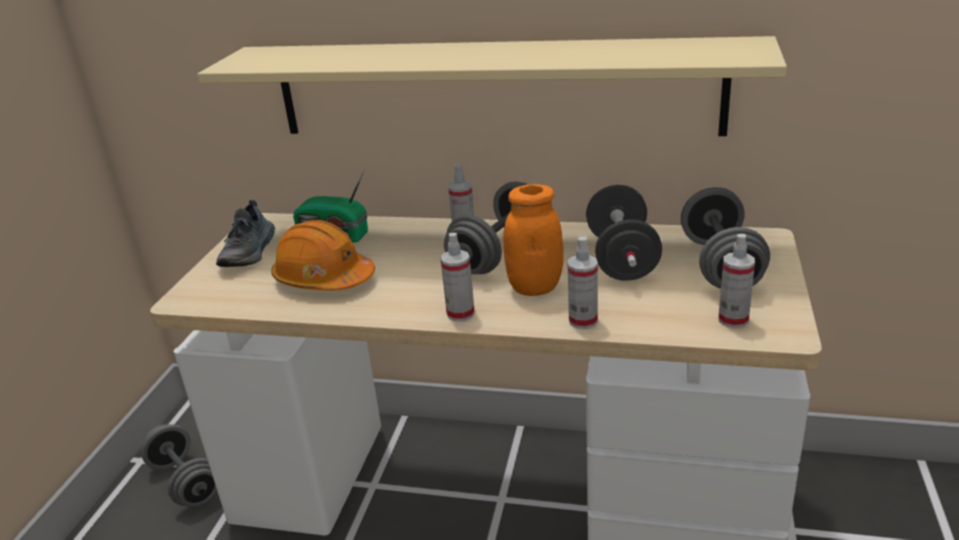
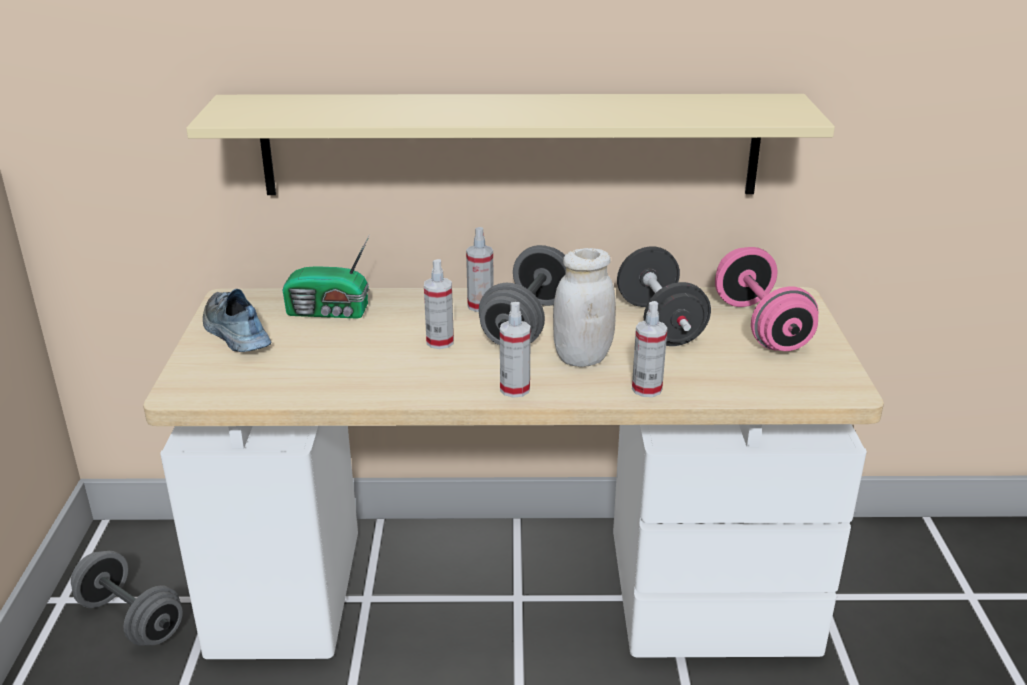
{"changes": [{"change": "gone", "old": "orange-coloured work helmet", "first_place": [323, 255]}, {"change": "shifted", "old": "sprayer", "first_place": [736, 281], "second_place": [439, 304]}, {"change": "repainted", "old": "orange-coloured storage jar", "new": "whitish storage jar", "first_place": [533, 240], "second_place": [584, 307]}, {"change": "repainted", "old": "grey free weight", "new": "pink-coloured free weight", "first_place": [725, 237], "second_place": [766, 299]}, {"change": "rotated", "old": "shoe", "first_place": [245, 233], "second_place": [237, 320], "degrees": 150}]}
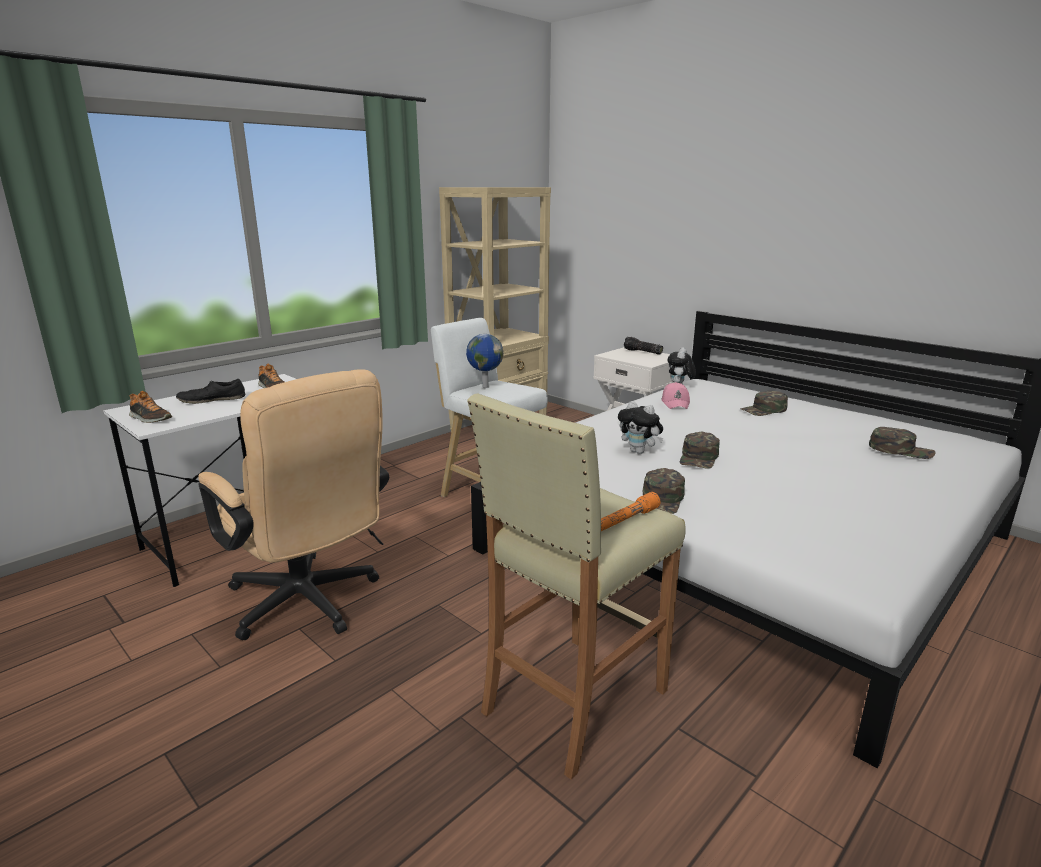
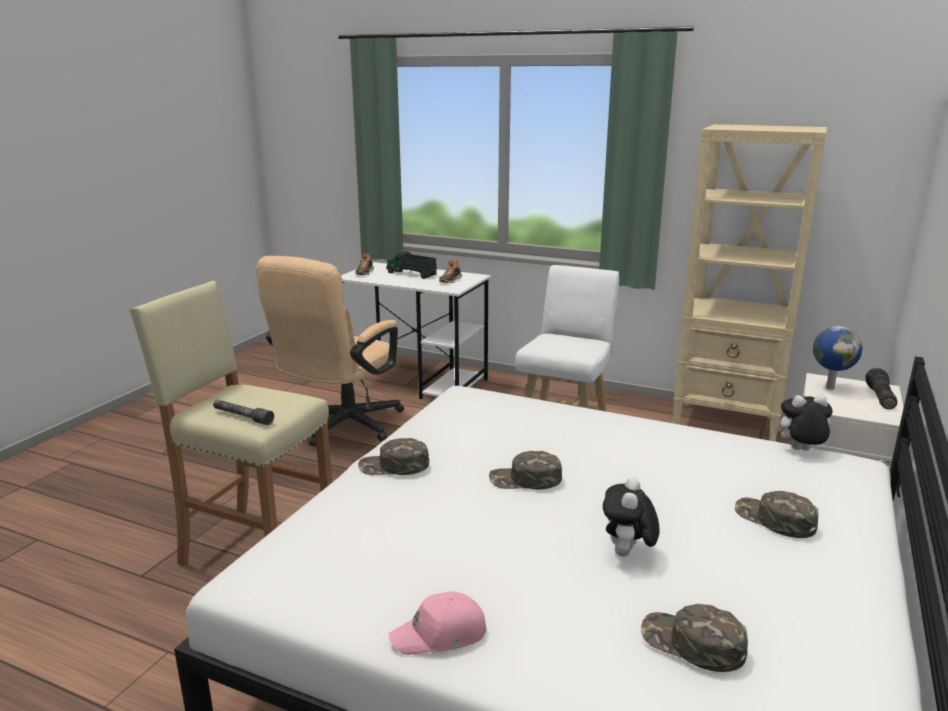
{"changes": [{"change": "shifted", "old": "world globe", "first_place": [484, 361], "second_place": [838, 358]}, {"change": "shifted", "old": "plush toy", "first_place": [640, 427], "second_place": [631, 516]}, {"change": "shifted", "old": "pink-coloured peaked cap", "first_place": [675, 395], "second_place": [437, 623]}, {"change": "swapped", "old": "blackish shoe", "new": "toy lorry", "first_place": [210, 391], "second_place": [412, 265]}, {"change": "repainted", "old": "orange-coloured hand torch", "new": "grey hand torch", "first_place": [630, 511], "second_place": [243, 412]}, {"change": "rotated", "old": "green-coloured peaked cap", "first_place": [902, 443], "second_place": [694, 638], "degrees": 120}]}
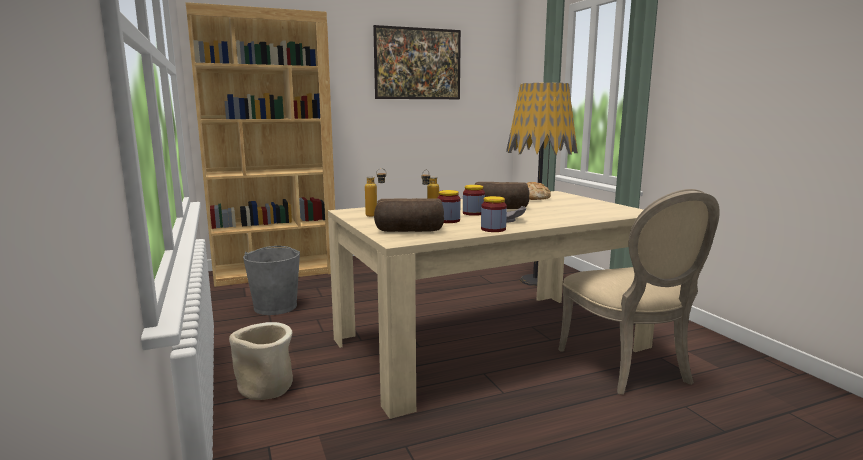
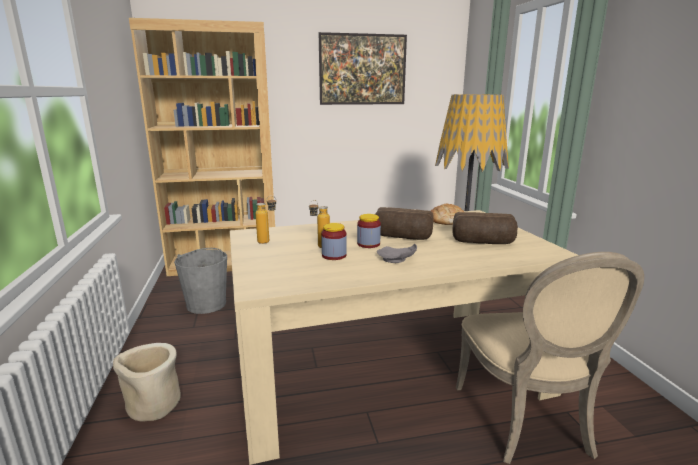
{"changes": [{"change": "gone", "old": "storage jar", "first_place": [494, 214]}, {"change": "shifted", "old": "bakery bread", "first_place": [409, 215], "second_place": [485, 228]}]}
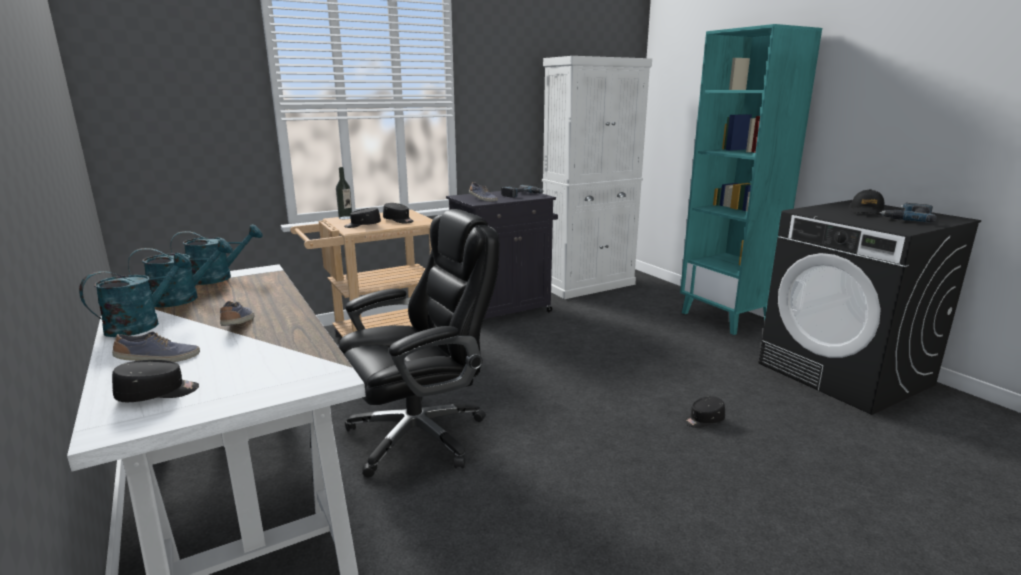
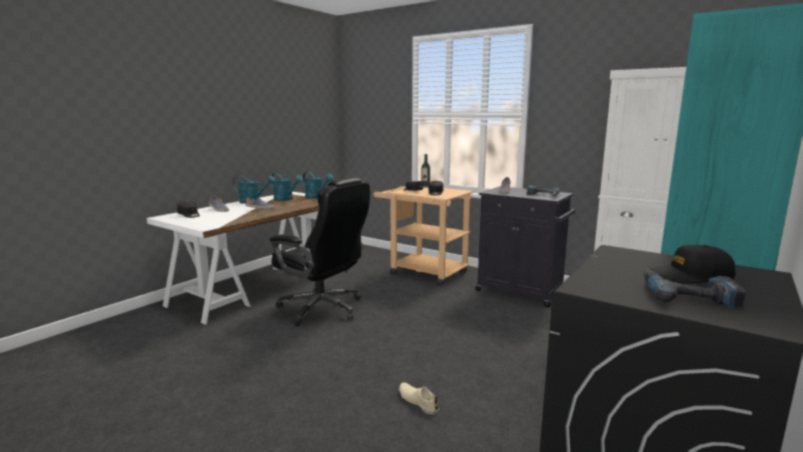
{"changes": [{"change": "swapped", "old": "blackish peaked cap", "new": "sand-coloured shoe", "first_place": [704, 412], "second_place": [419, 398]}]}
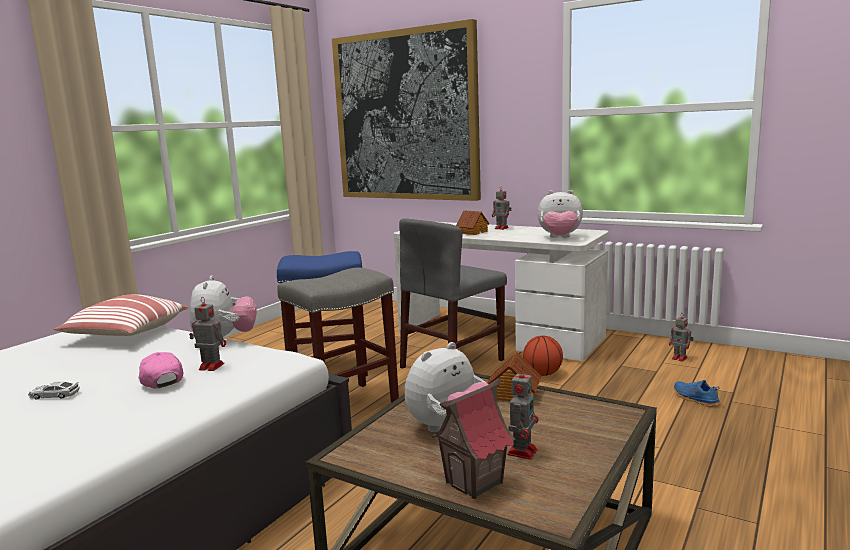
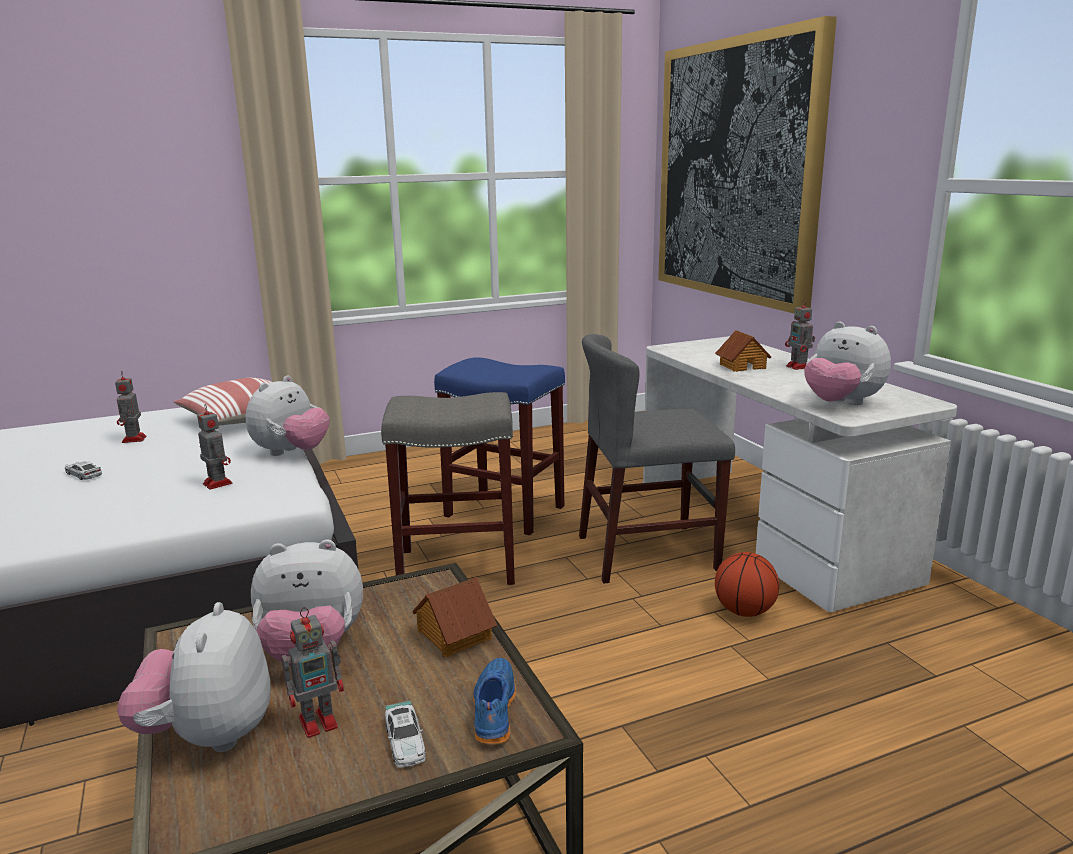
{"changes": [{"change": "gone", "old": "pink-coloured peaked cap", "first_place": [161, 370]}, {"change": "new", "new": "miniature car", "second_place": [405, 734]}, {"change": "shifted", "old": "robot figure", "first_place": [681, 338], "second_place": [131, 407]}, {"change": "shifted", "old": "blue-coloured shoe", "first_place": [697, 393], "second_place": [494, 701]}, {"change": "swapped", "old": "toy house", "new": "plush toy", "first_place": [473, 439], "second_place": [193, 677]}]}
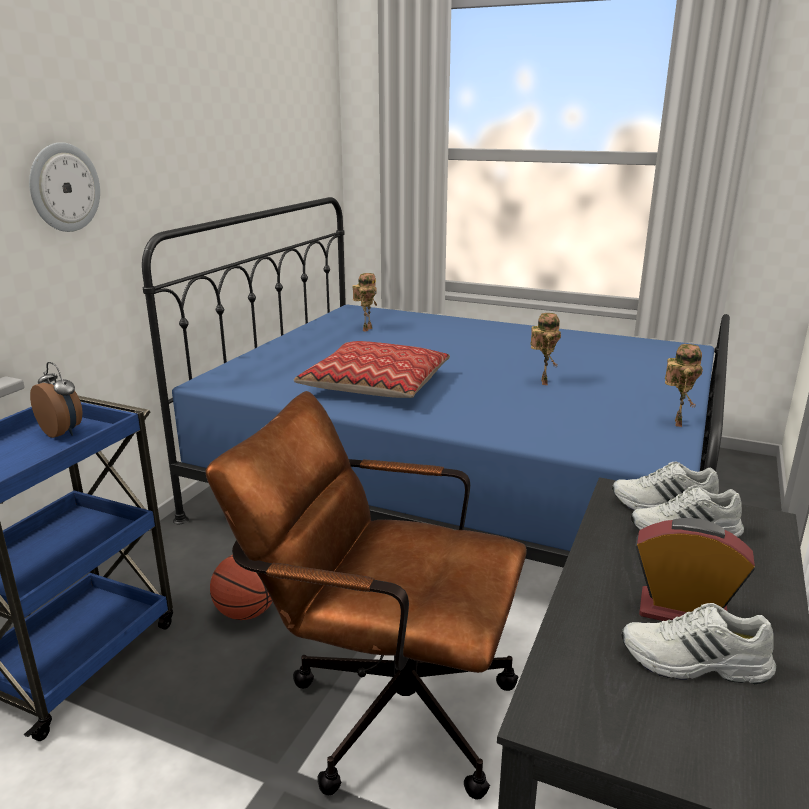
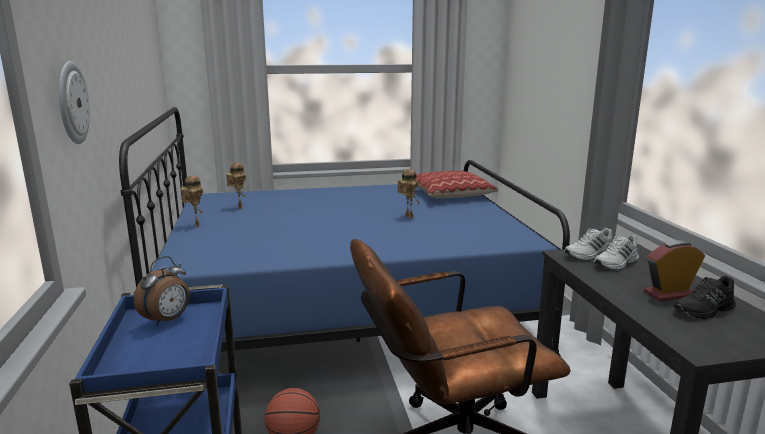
{"changes": [{"change": "shifted", "old": "pillow", "first_place": [372, 369], "second_place": [457, 184]}, {"change": "shifted", "old": "robot figure", "first_place": [684, 385], "second_place": [192, 201]}, {"change": "repainted", "old": "whitish shoe", "new": "blackish shoe", "first_place": [698, 644], "second_place": [704, 297]}, {"change": "rotated", "old": "alarm clock", "first_place": [56, 400], "second_place": [162, 291], "degrees": 120}]}
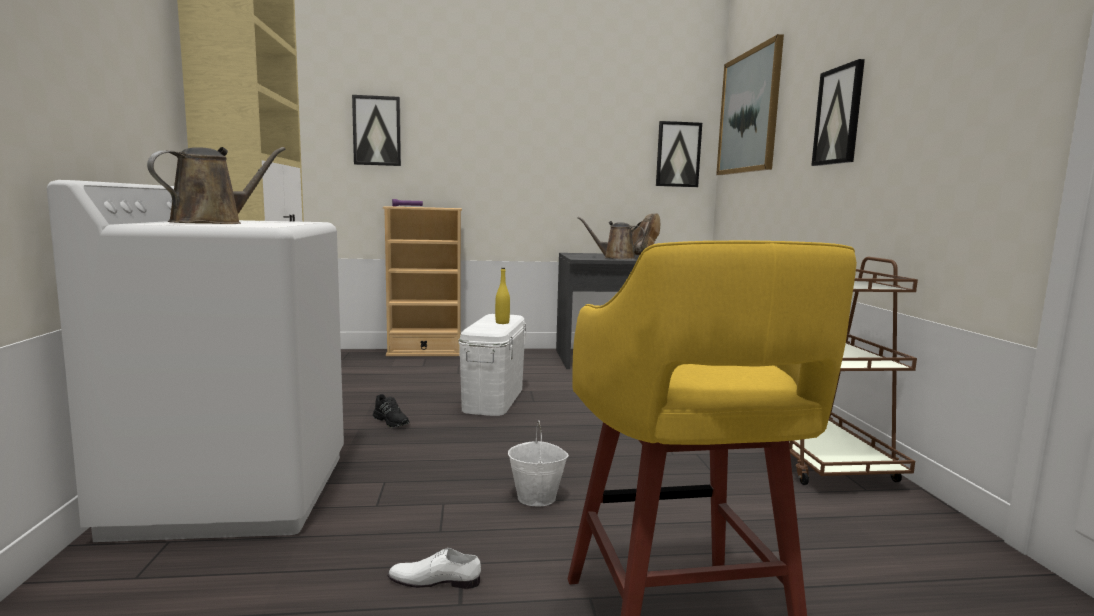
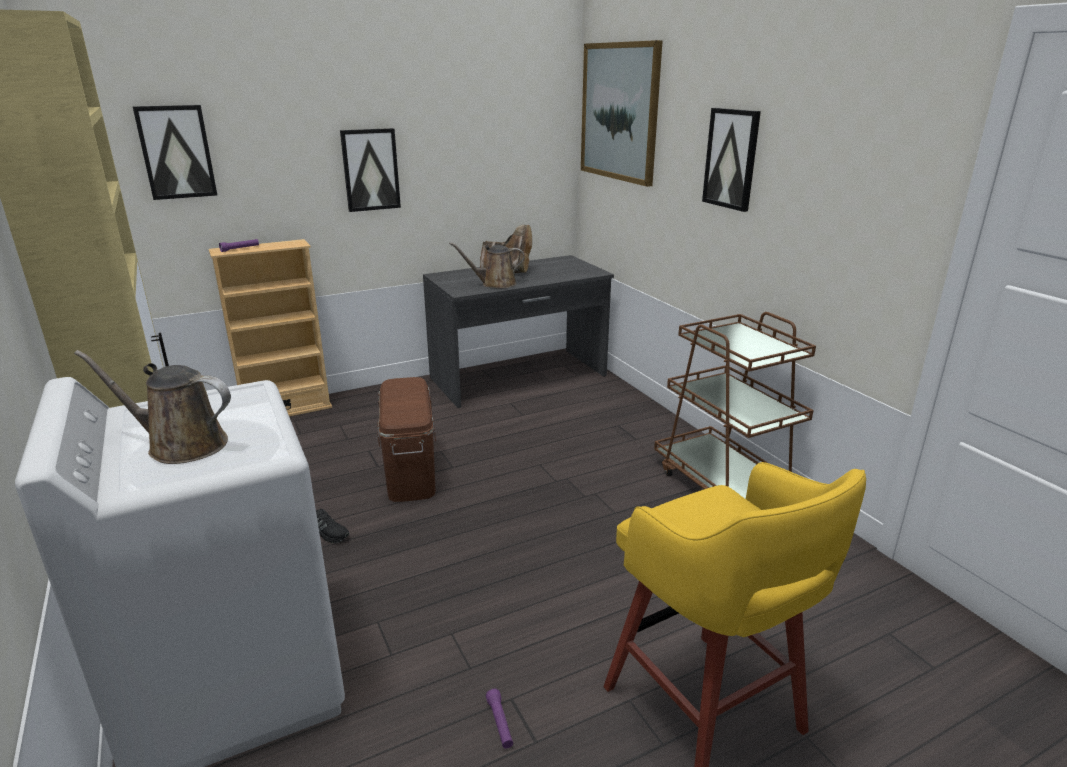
{"changes": [{"change": "gone", "old": "yellow-coloured bottle", "first_place": [502, 296]}, {"change": "gone", "old": "whitish water bucket", "first_place": [538, 463]}, {"change": "shifted", "old": "picture", "first_place": [679, 154], "second_place": [370, 170]}, {"change": "swapped", "old": "whitish shoe", "new": "purplish hand torch", "first_place": [434, 568], "second_place": [499, 718]}, {"change": "repainted", "old": "whitish storage bin", "new": "brown storage bin", "first_place": [492, 365], "second_place": [407, 439]}, {"change": "rotated", "old": "brown watering pot", "first_place": [216, 185], "second_place": [152, 407], "degrees": -90}]}
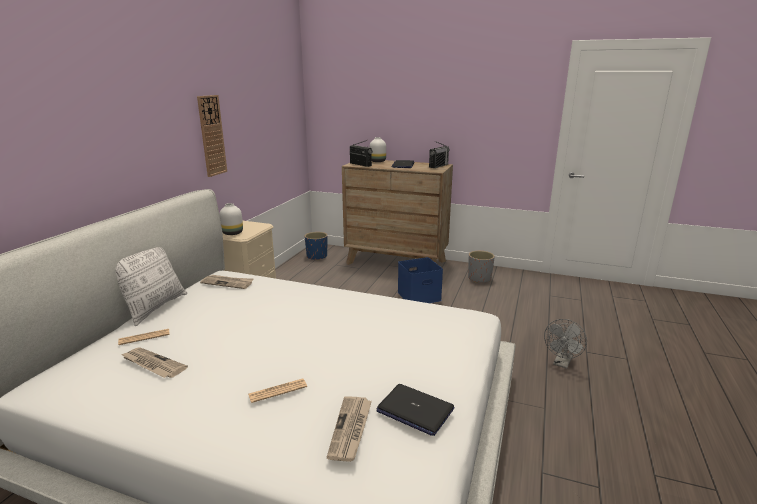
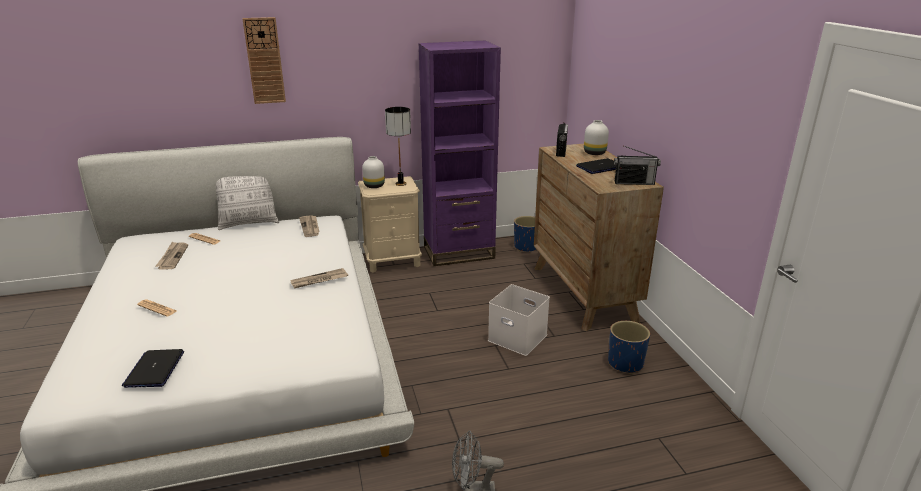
{"changes": [{"change": "new", "new": "lamp for a table", "second_place": [398, 146]}, {"change": "new", "new": "purplish bookshelf", "second_place": [460, 153]}, {"change": "shifted", "old": "wall clock", "first_place": [212, 136], "second_place": [264, 60]}, {"change": "shifted", "old": "daily paper", "first_place": [349, 429], "second_place": [319, 278]}, {"change": "repainted", "old": "blue-coloured storage bin", "new": "whitish storage bin", "first_place": [420, 280], "second_place": [519, 320]}, {"change": "repainted", "old": "grey plant pot", "new": "blue-coloured plant pot", "first_place": [481, 267], "second_place": [629, 347]}]}
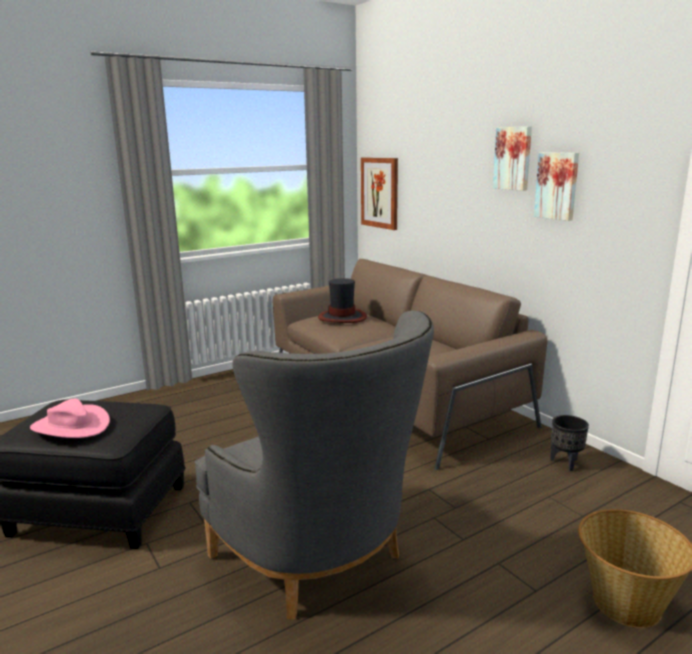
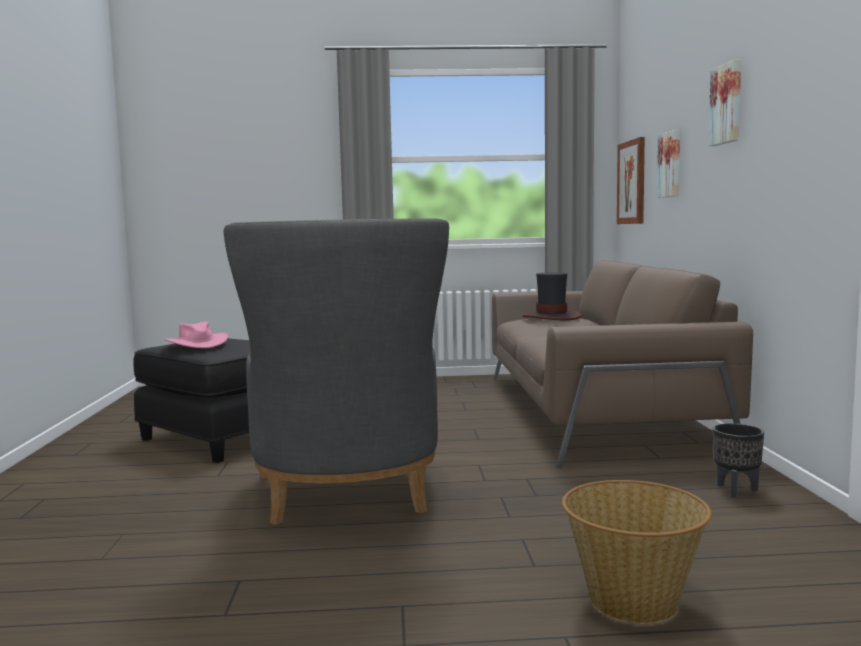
{"changes": [{"change": "shifted", "old": "picture", "first_place": [556, 187], "second_place": [668, 164]}]}
